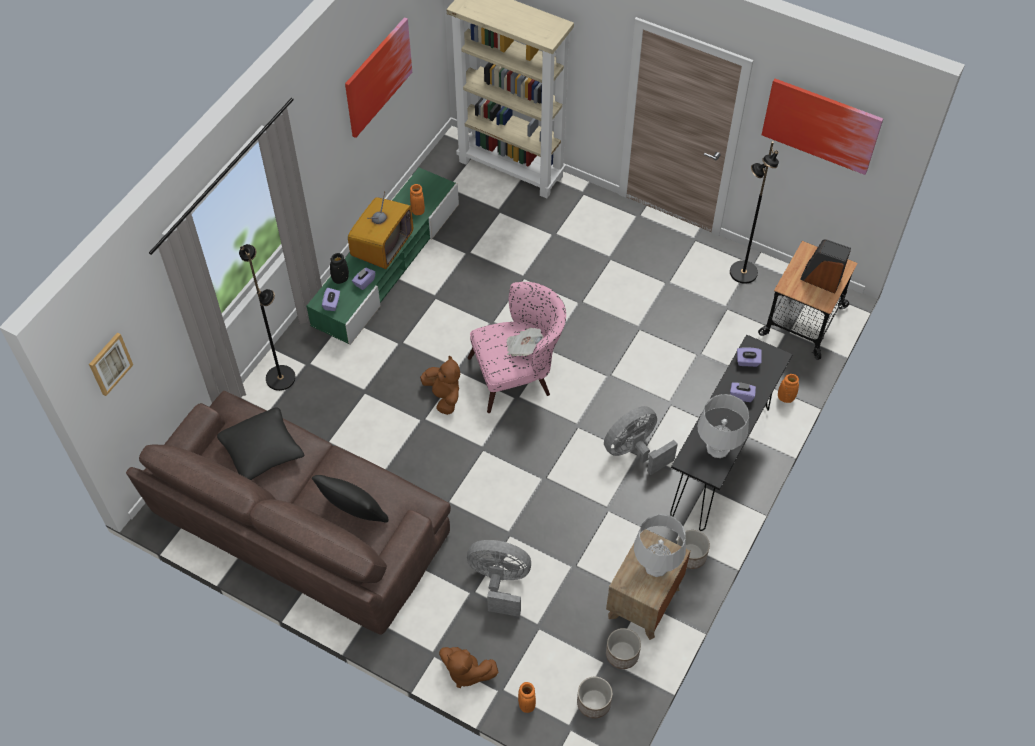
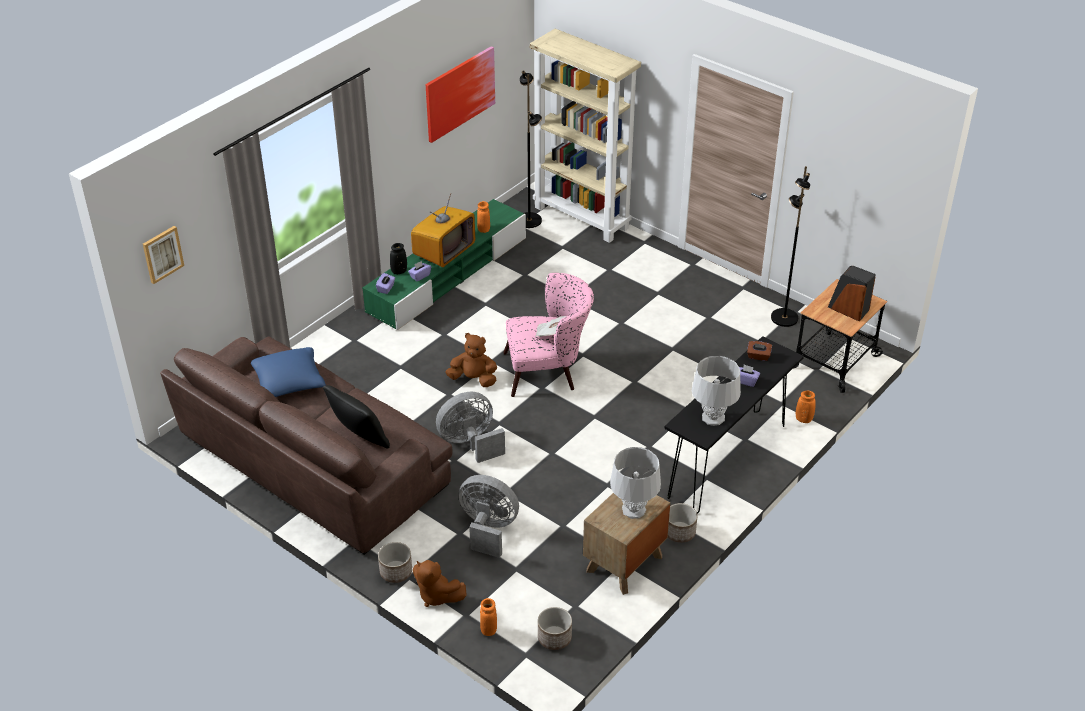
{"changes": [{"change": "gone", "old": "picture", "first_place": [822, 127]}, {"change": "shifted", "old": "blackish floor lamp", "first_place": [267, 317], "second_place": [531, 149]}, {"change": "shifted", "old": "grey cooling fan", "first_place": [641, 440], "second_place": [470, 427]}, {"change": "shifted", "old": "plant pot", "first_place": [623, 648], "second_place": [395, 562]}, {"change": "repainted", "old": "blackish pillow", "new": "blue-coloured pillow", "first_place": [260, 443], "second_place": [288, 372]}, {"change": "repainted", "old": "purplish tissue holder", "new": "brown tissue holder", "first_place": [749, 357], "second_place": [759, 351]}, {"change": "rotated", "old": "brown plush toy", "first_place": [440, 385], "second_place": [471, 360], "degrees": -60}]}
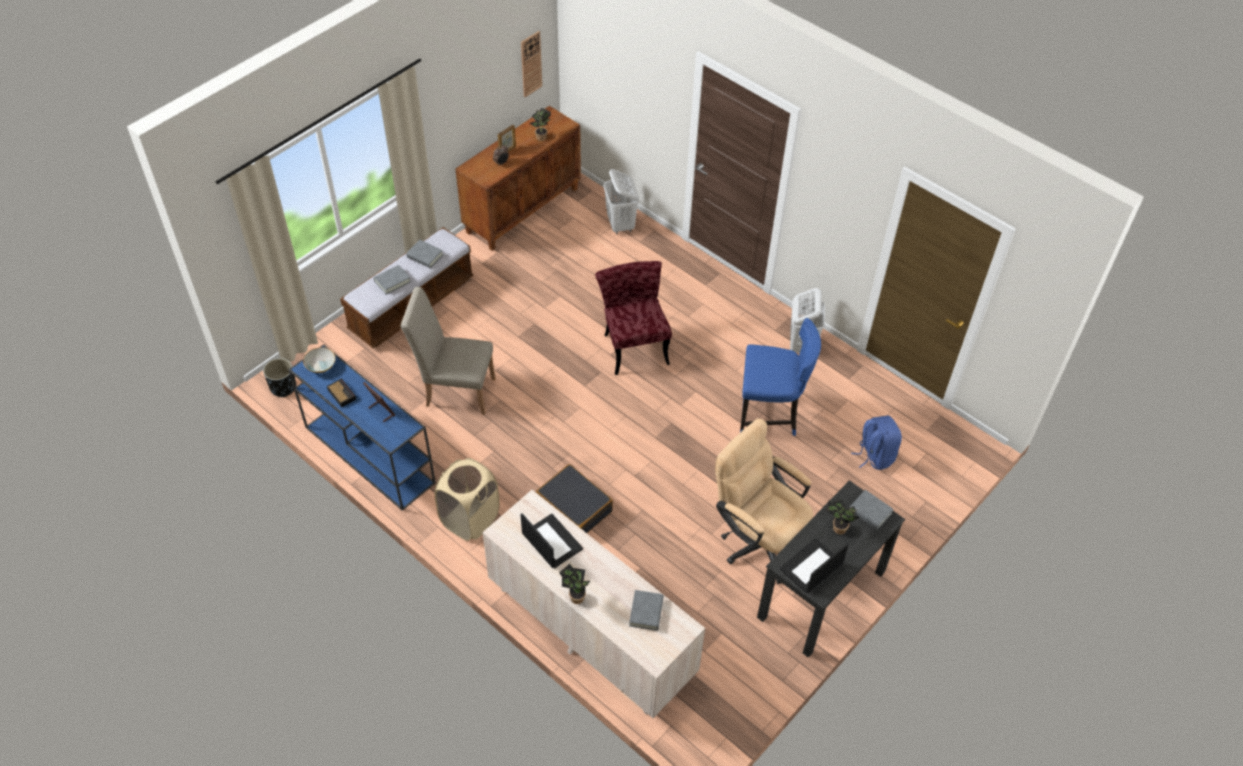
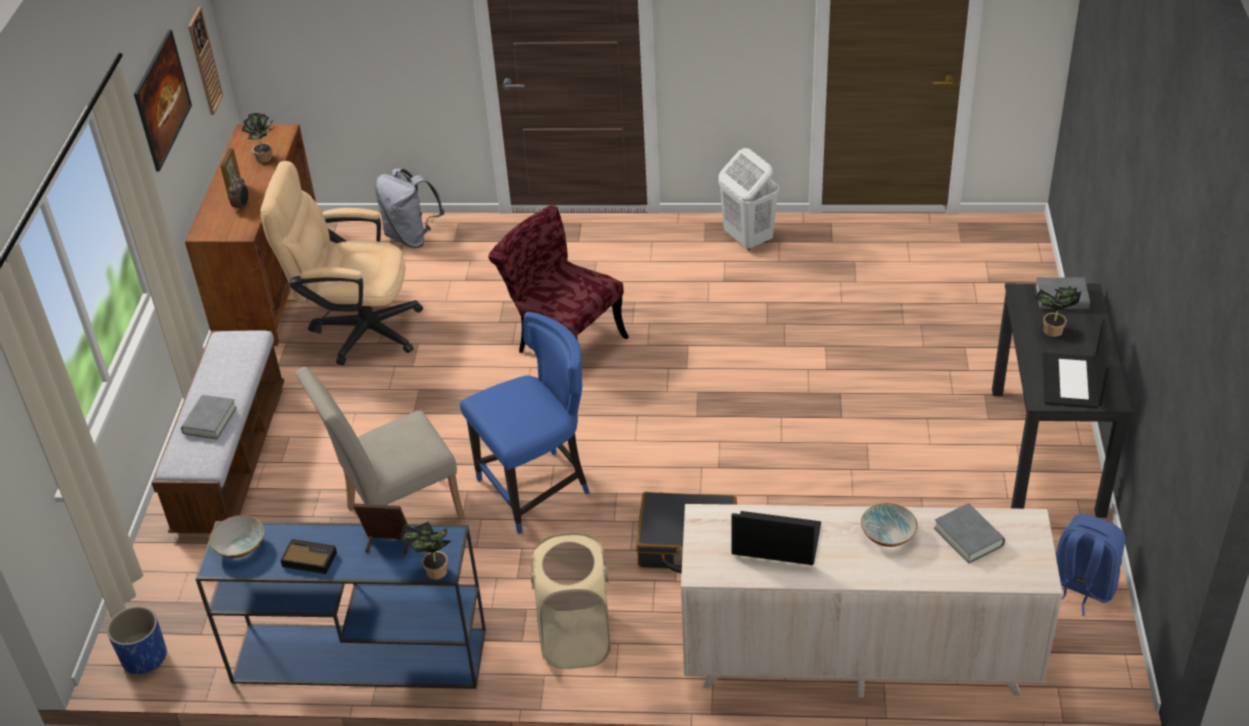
{"changes": [{"change": "gone", "old": "grey volume", "first_place": [424, 254]}, {"change": "new", "new": "picture", "second_place": [163, 101]}, {"change": "new", "new": "bowl", "second_place": [889, 525]}, {"change": "shifted", "old": "potted plant", "first_place": [574, 584], "second_place": [426, 551]}, {"change": "shifted", "old": "sand-coloured desk chair", "first_place": [764, 501], "second_place": [341, 263]}, {"change": "shifted", "old": "blue-coloured chair", "first_place": [780, 377], "second_place": [524, 423]}, {"change": "shifted", "old": "blue-coloured rucksack", "first_place": [876, 443], "second_place": [1090, 565]}, {"change": "swapped", "old": "whitish laundry basket", "new": "grey rucksack", "first_place": [621, 201], "second_place": [410, 208]}, {"change": "repainted", "old": "blackish plant pot", "new": "blue-coloured plant pot", "first_place": [279, 377], "second_place": [137, 640]}]}
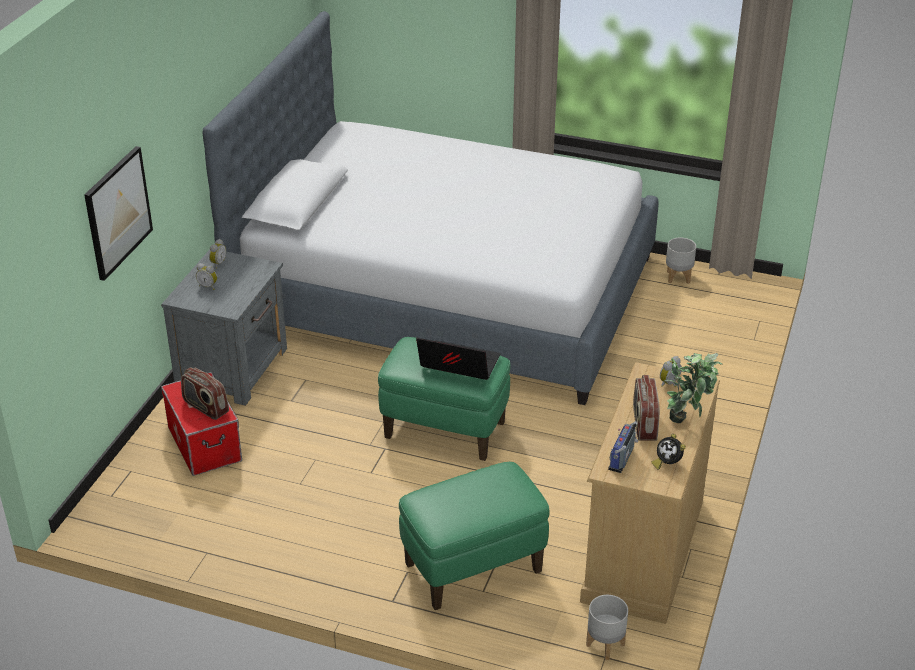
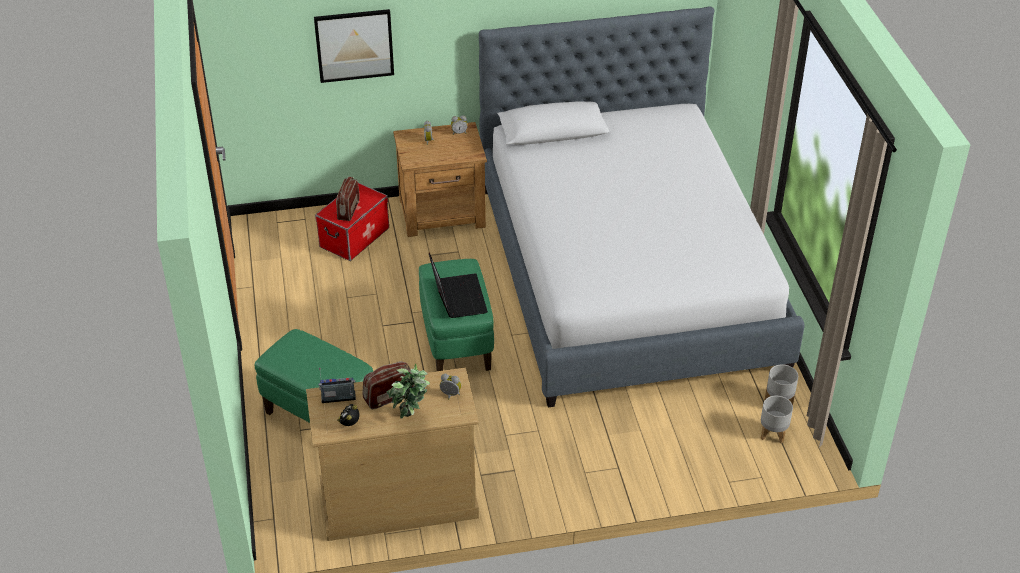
{"changes": [{"change": "shifted", "old": "grey plant pot", "first_place": [607, 627], "second_place": [777, 419]}, {"change": "repainted", "old": "grey bedside table", "new": "brown bedside table", "first_place": [224, 327], "second_place": [440, 179]}]}
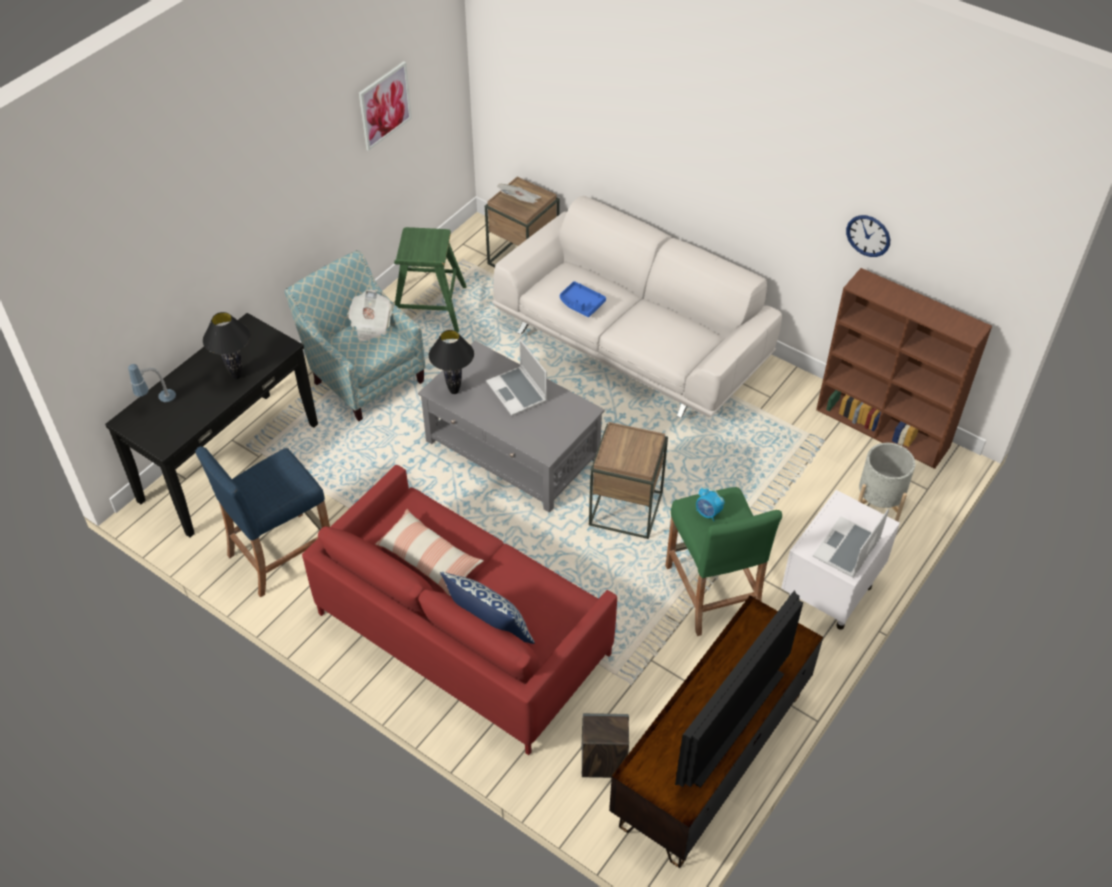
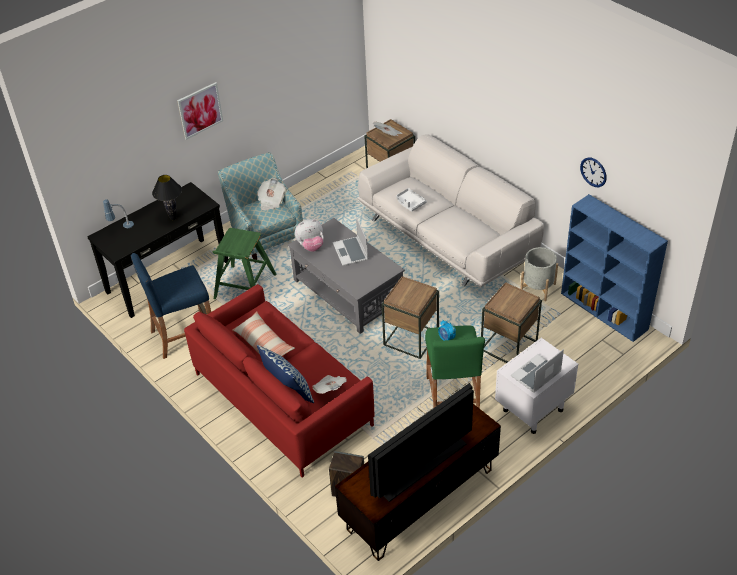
{"changes": [{"change": "new", "new": "daily paper", "second_place": [329, 384]}, {"change": "new", "new": "brown accent table", "second_place": [511, 322]}, {"change": "shifted", "old": "picture", "first_place": [385, 106], "second_place": [200, 111]}, {"change": "shifted", "old": "green-coloured stool", "first_place": [430, 279], "second_place": [244, 263]}, {"change": "shifted", "old": "grey plant pot", "first_place": [886, 482], "second_place": [539, 274]}, {"change": "swapped", "old": "blackish lamp for a table", "new": "plush toy", "first_place": [451, 362], "second_place": [309, 235]}, {"change": "repainted", "old": "blue-coloured serving tray", "new": "whitish serving tray", "first_place": [583, 299], "second_place": [411, 200]}, {"change": "repainted", "old": "brown bookshelf", "new": "blue-coloured bookshelf", "first_place": [904, 368], "second_place": [614, 268]}]}
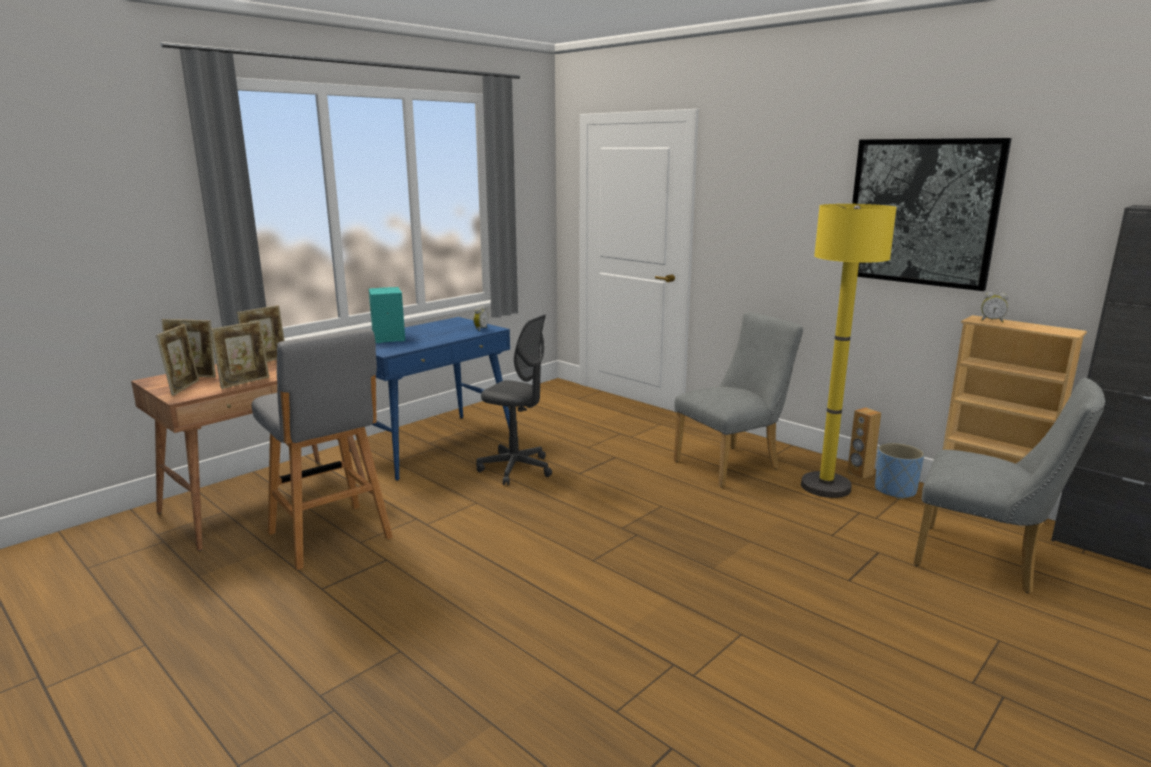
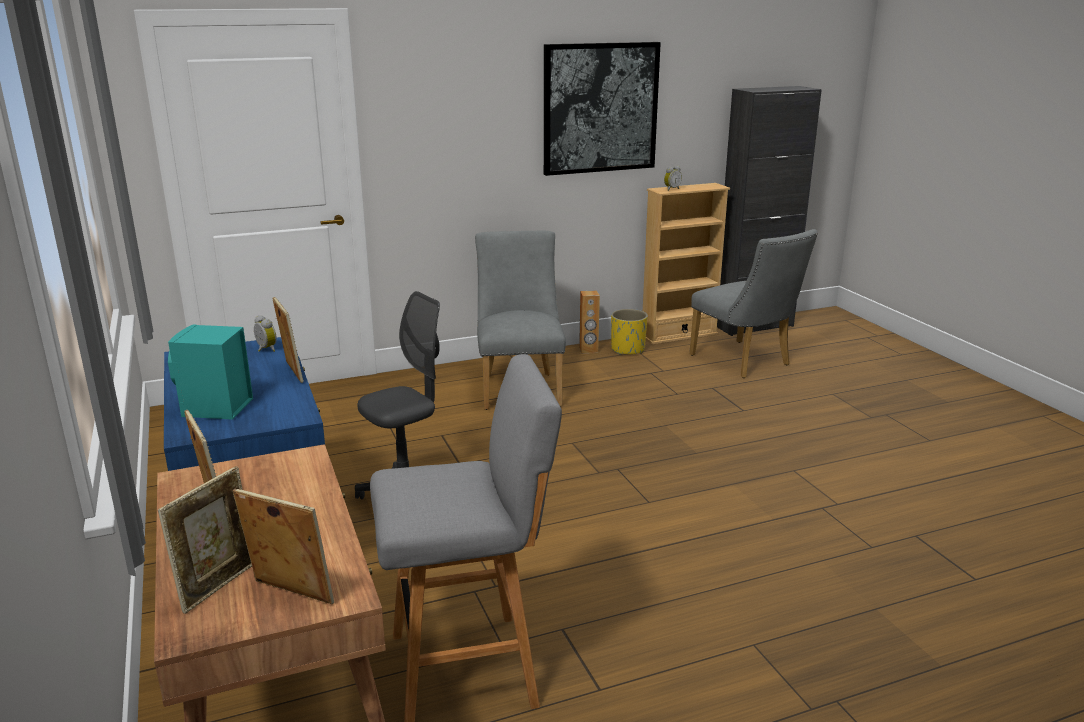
{"changes": [{"change": "gone", "old": "yellow-coloured floor lamp", "first_place": [849, 351]}, {"change": "shifted", "old": "standing frame", "first_place": [239, 355], "second_place": [288, 340]}, {"change": "repainted", "old": "blue-coloured plant pot", "new": "yellow-coloured plant pot", "first_place": [899, 471], "second_place": [629, 332]}, {"change": "rotated", "old": "grey chair", "first_place": [1009, 485], "second_place": [753, 303], "degrees": 90}]}
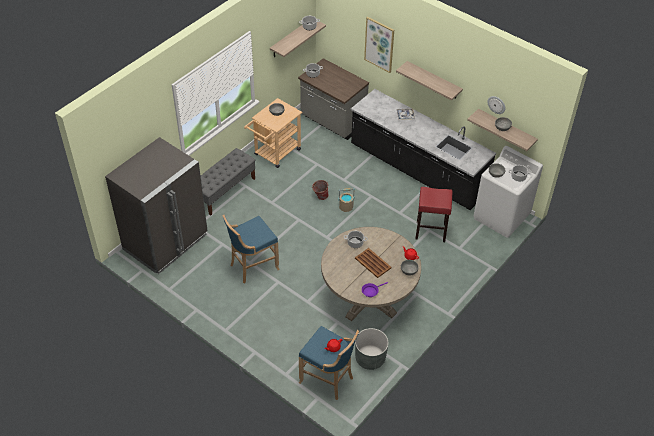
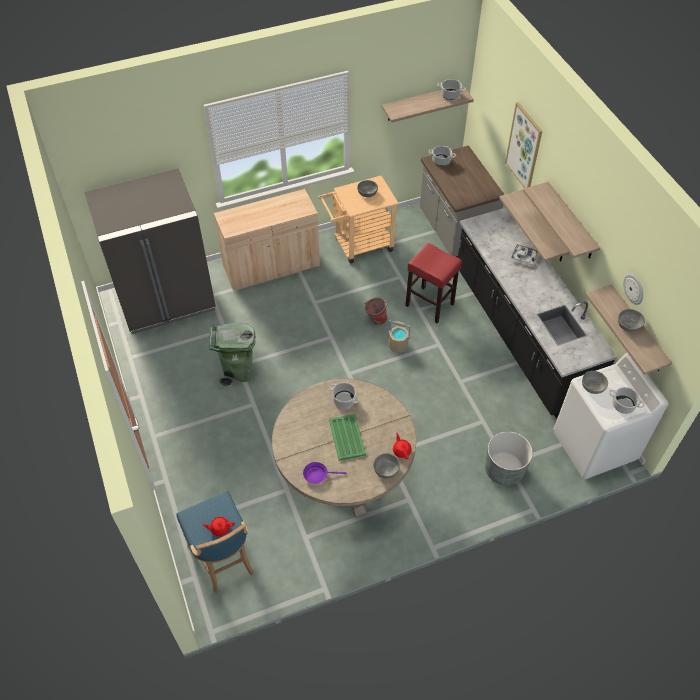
{"changes": [{"change": "new", "new": "shelf", "second_place": [534, 226]}, {"change": "shifted", "old": "grey plant pot", "first_place": [372, 349], "second_place": [509, 458]}, {"change": "shifted", "old": "red-coloured stool", "first_place": [433, 214], "second_place": [433, 283]}, {"change": "swapped", "old": "grey bench", "new": "sand-coloured cupboard", "first_place": [228, 181], "second_place": [267, 240]}, {"change": "swapped", "old": "blue-coloured stool", "new": "green-coloured waste bin", "first_place": [251, 249], "second_place": [232, 354]}, {"change": "repainted", "old": "brown serving tray", "new": "green-coloured serving tray", "first_place": [373, 263], "second_place": [347, 437]}]}
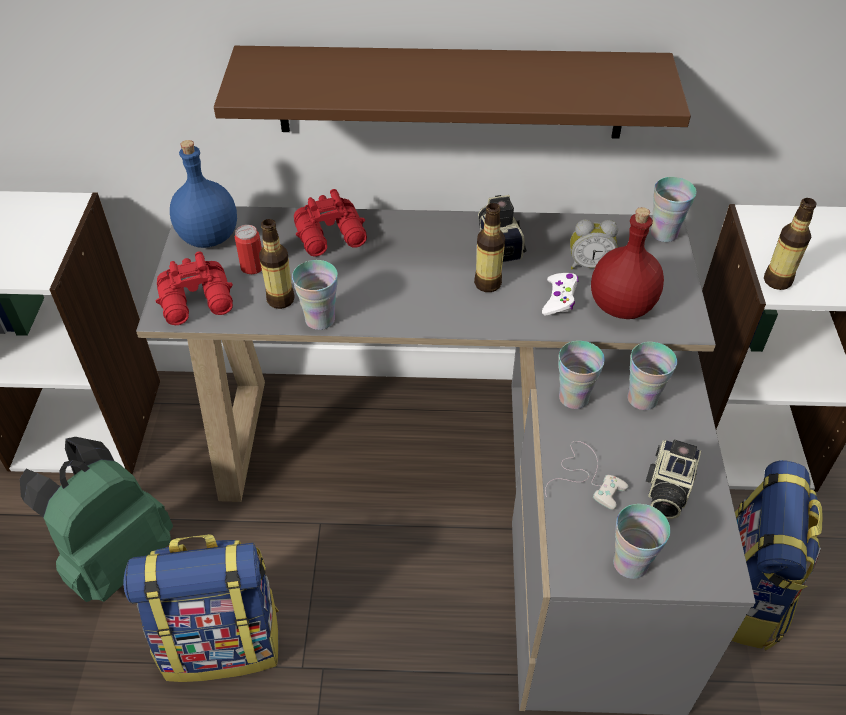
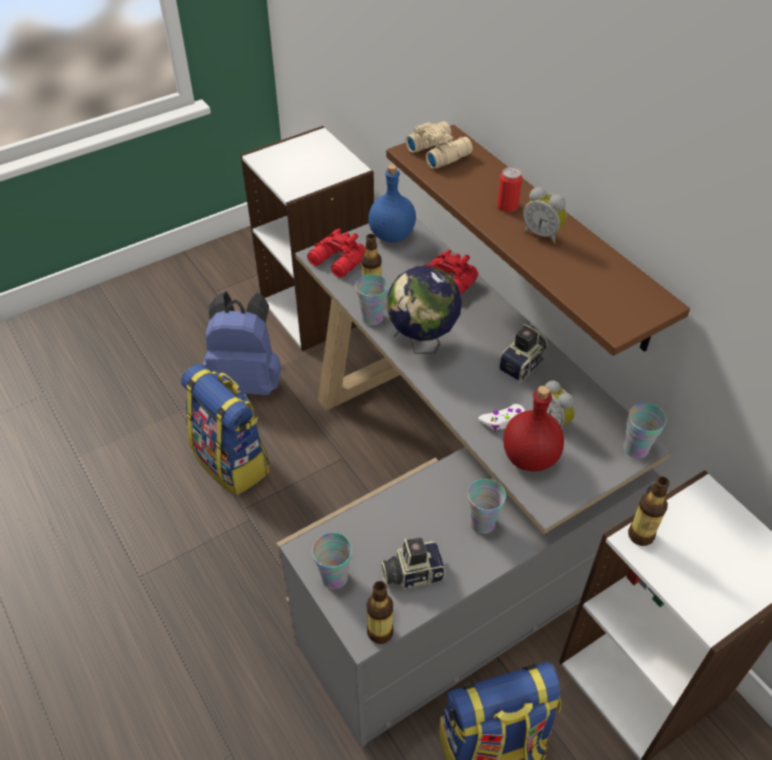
{"changes": [{"change": "gone", "old": "whitish game controller", "first_place": [586, 475]}, {"change": "gone", "old": "cup", "first_place": [582, 375]}, {"change": "new", "new": "world globe", "second_place": [424, 310]}, {"change": "new", "new": "sand-coloured pair of binoculars", "second_place": [439, 145]}, {"change": "new", "new": "alarm clock", "second_place": [545, 215]}, {"change": "shifted", "old": "sealed can", "first_place": [248, 249], "second_place": [509, 189]}, {"change": "shifted", "old": "bottle", "first_place": [489, 247], "second_place": [379, 612]}, {"change": "repainted", "old": "green-coloured rucksack", "new": "blue-coloured rucksack", "first_place": [96, 519], "second_place": [241, 343]}]}
